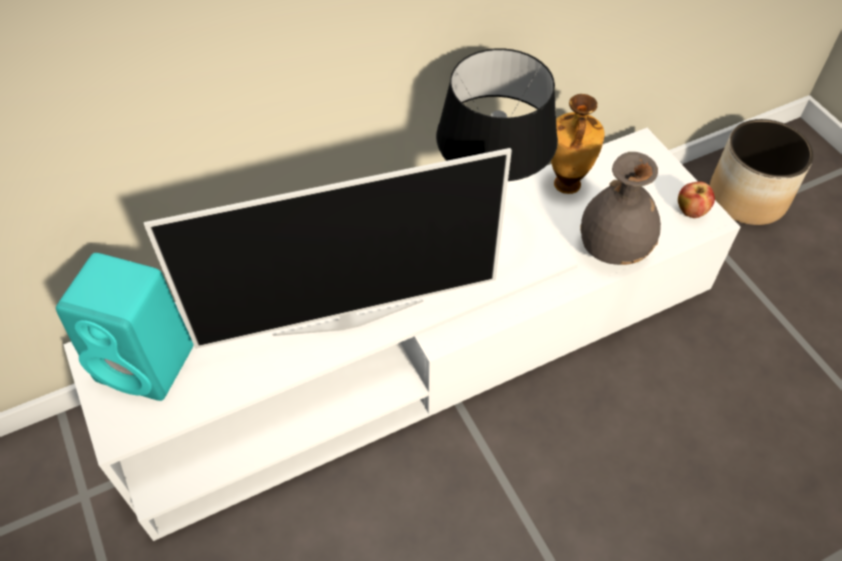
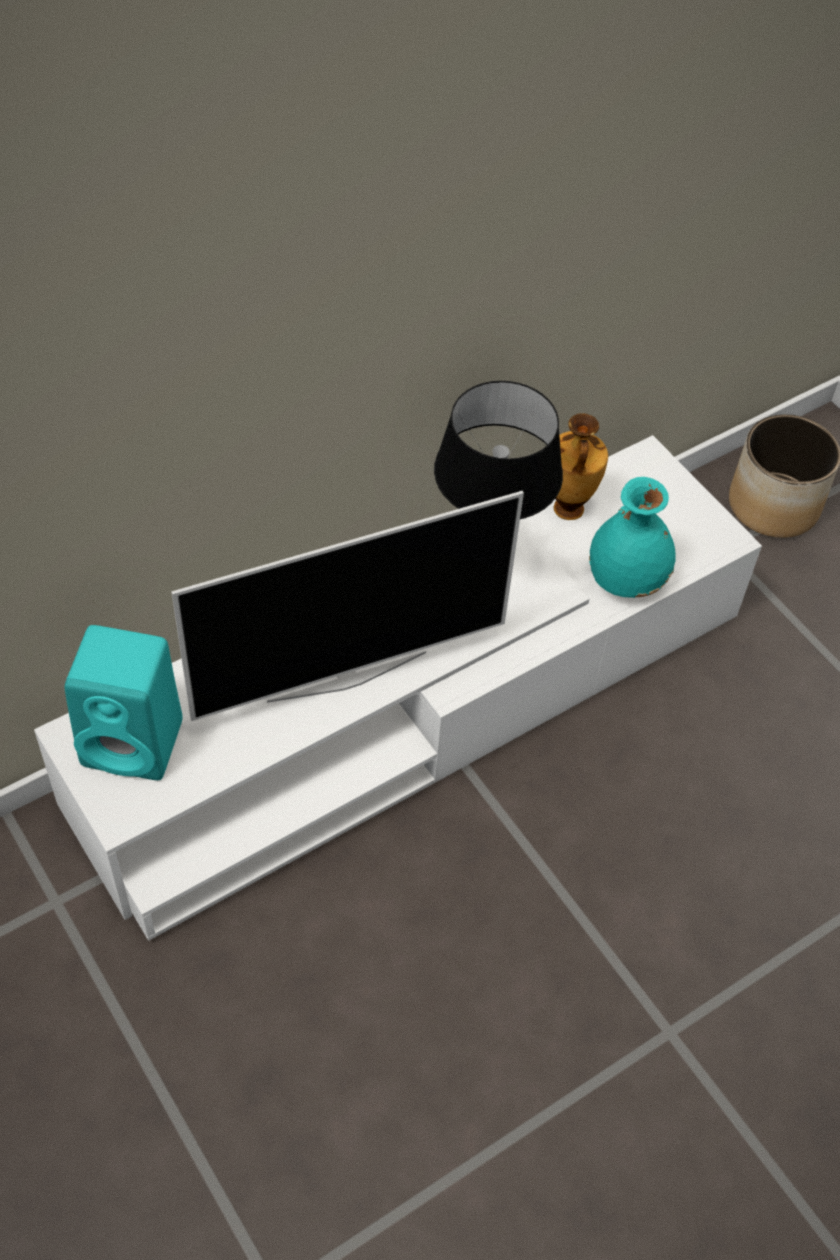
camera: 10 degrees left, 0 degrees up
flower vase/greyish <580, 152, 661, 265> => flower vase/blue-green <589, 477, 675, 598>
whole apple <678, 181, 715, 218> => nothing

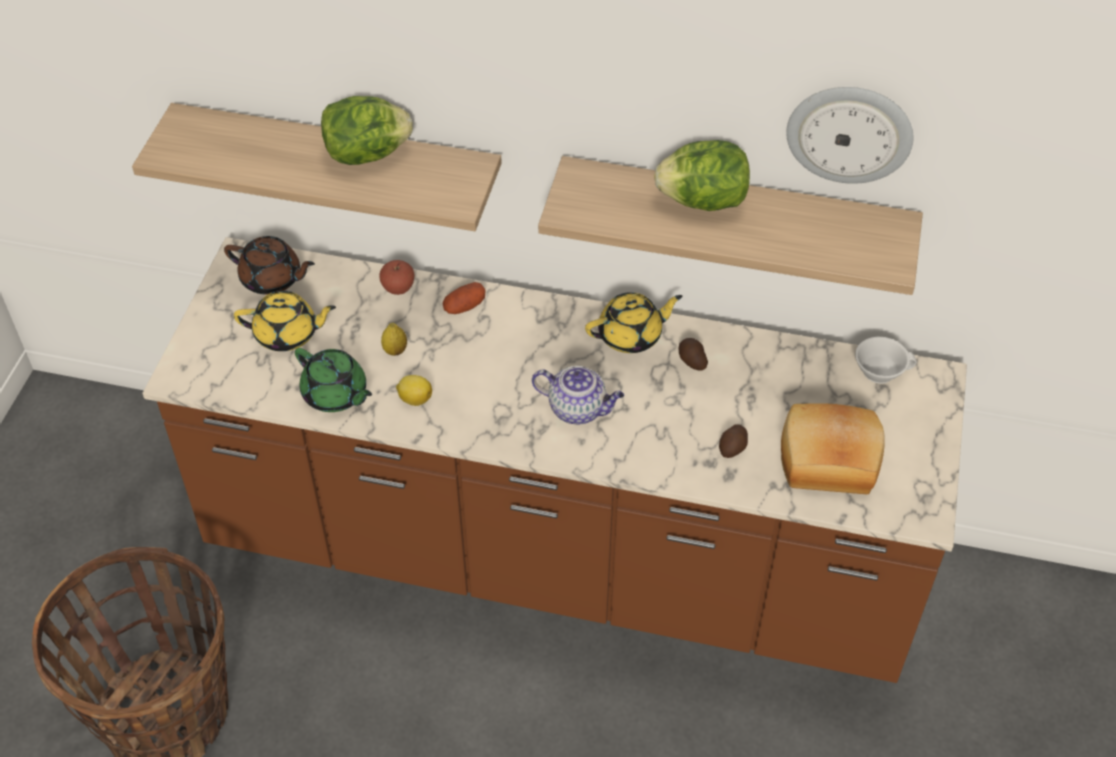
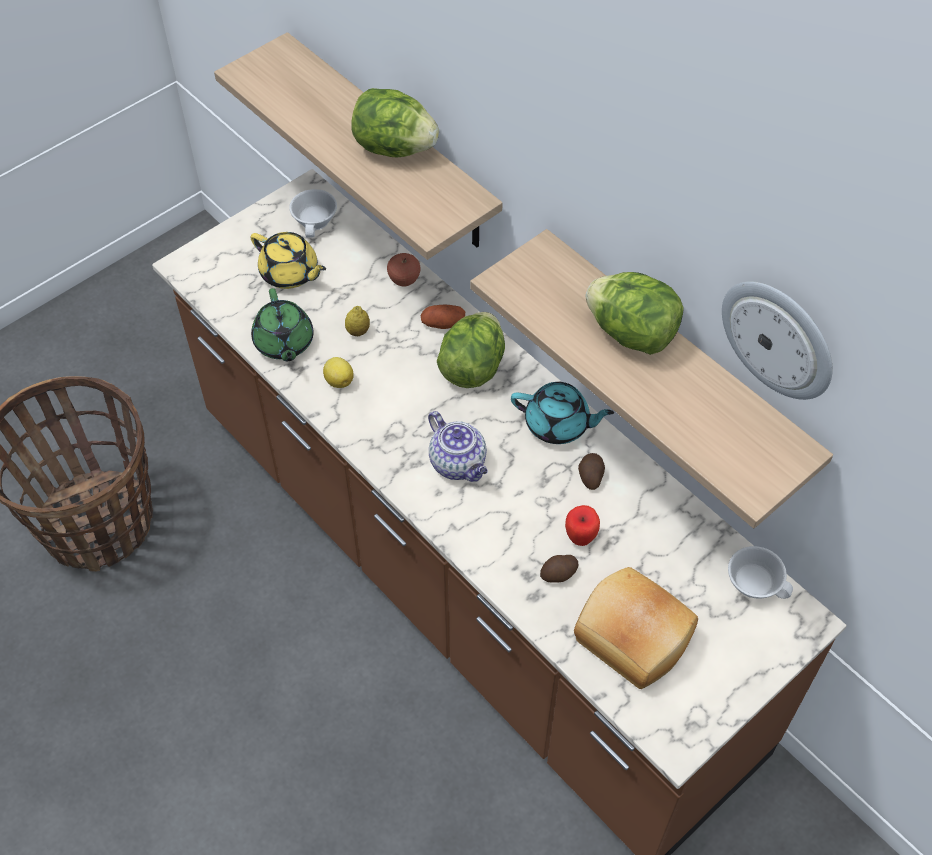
camera: 35 degrees right, 5 degrees up
pot for tea/brown <224, 236, 315, 295> => cup/white <289, 189, 337, 238>
pot for tea/yellow-coloured <585, 292, 683, 353> => pot for tea/blue-green <511, 382, 614, 444>
nothing => lettuce <437, 312, 505, 388>
nothing => whole apple <565, 505, 600, 546>

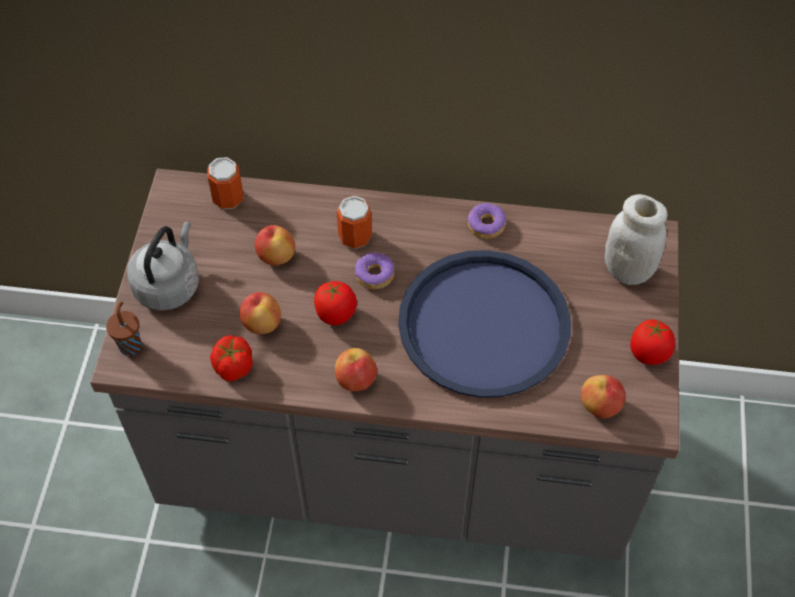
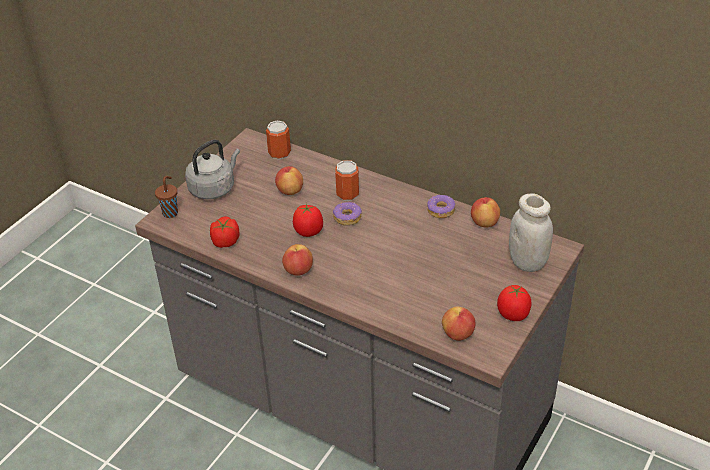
camera: 25 degrees right, 15 degrees down
carrying tray/blue-coloured <398, 250, 571, 398> => nothing
whole apple <239, 292, 281, 334> => whole apple <471, 197, 500, 228>, relocated

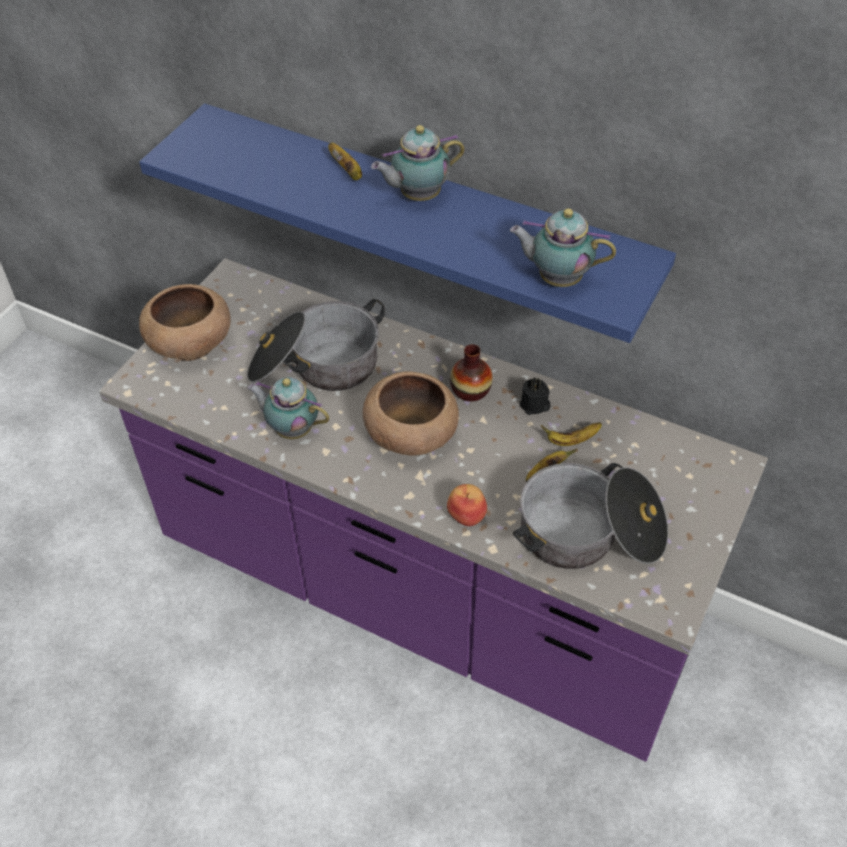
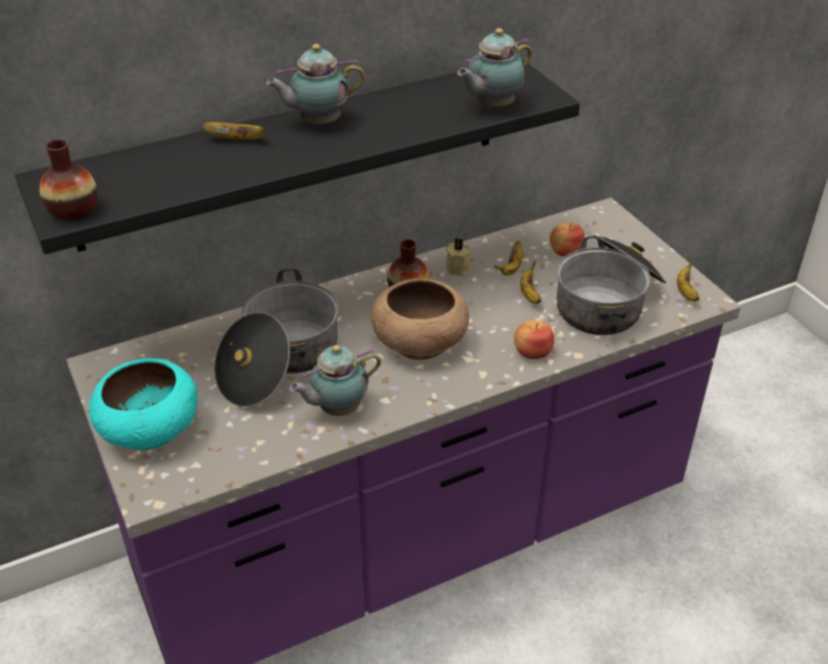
camera: 55 degrees left, 10 degrees down
shelf/blue-coloured <139, 103, 676, 343> => shelf/black-coloured <15, 58, 580, 254>
pot for tea <371, 125, 465, 201> => pot for tea <266, 44, 365, 124>, 60 degrees clockwise
serving bowl/brown <139, 284, 230, 361> => serving bowl/blue-green <89, 358, 198, 450>
candle/black-coloured <520, 377, 551, 415> => candle/sand-coloured <446, 237, 472, 276>
nothing => flower vase <39, 139, 97, 221>
nothing => whole apple <550, 222, 585, 257>
nothing => whole banana <677, 259, 700, 302>

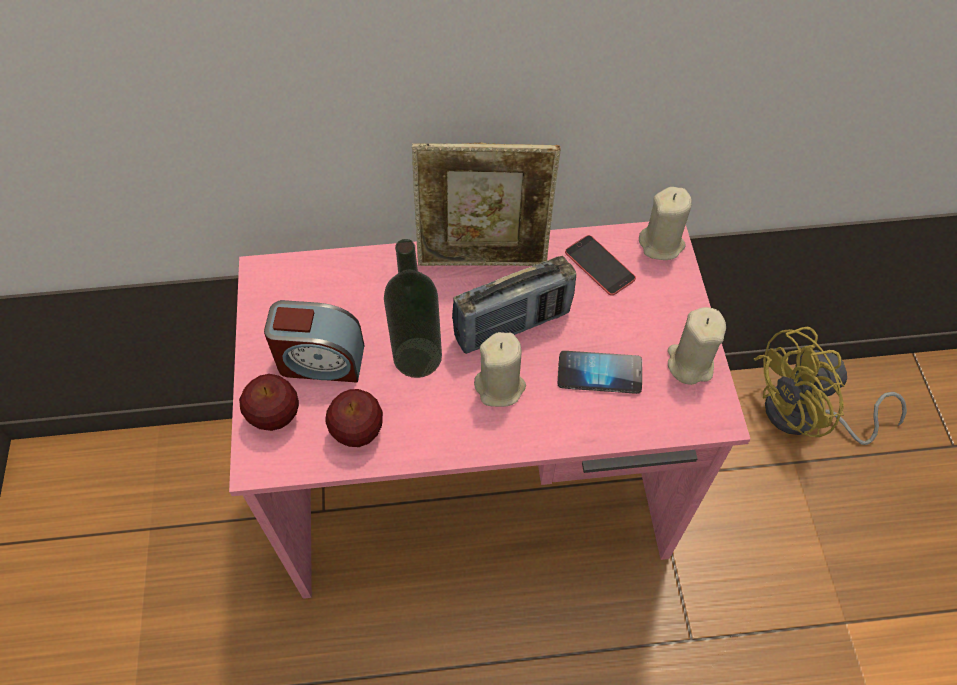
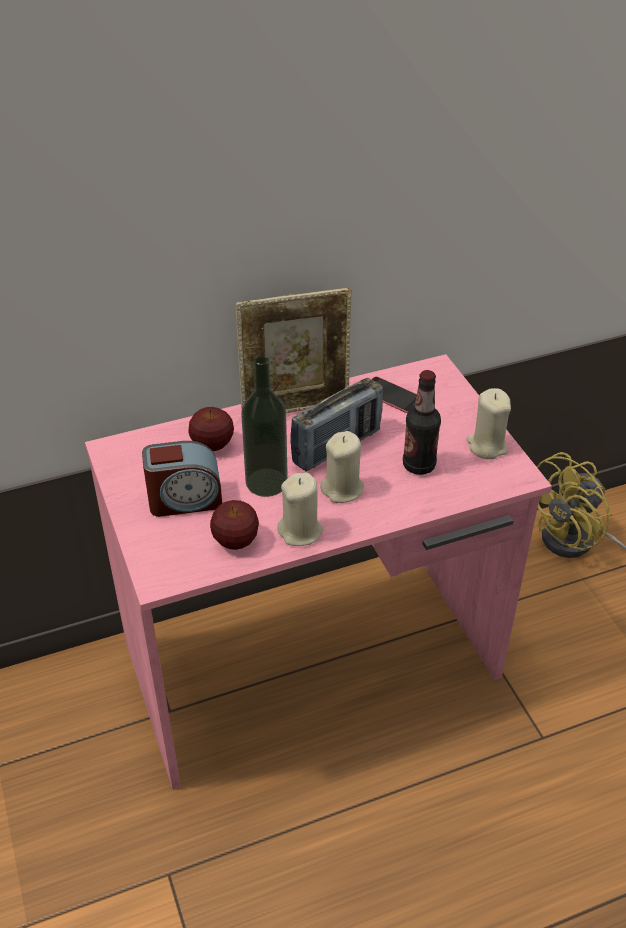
camera: 15 degrees left, 15 degrees down
candle/sand-coloured <639, 187, 692, 260> => candle/sand-coloured <277, 473, 324, 546>, relocated
telephone <558, 351, 642, 394> => beverage bottle <403, 370, 441, 475>
whole apple <239, 374, 299, 431> => whole apple <188, 407, 234, 451>, relocated

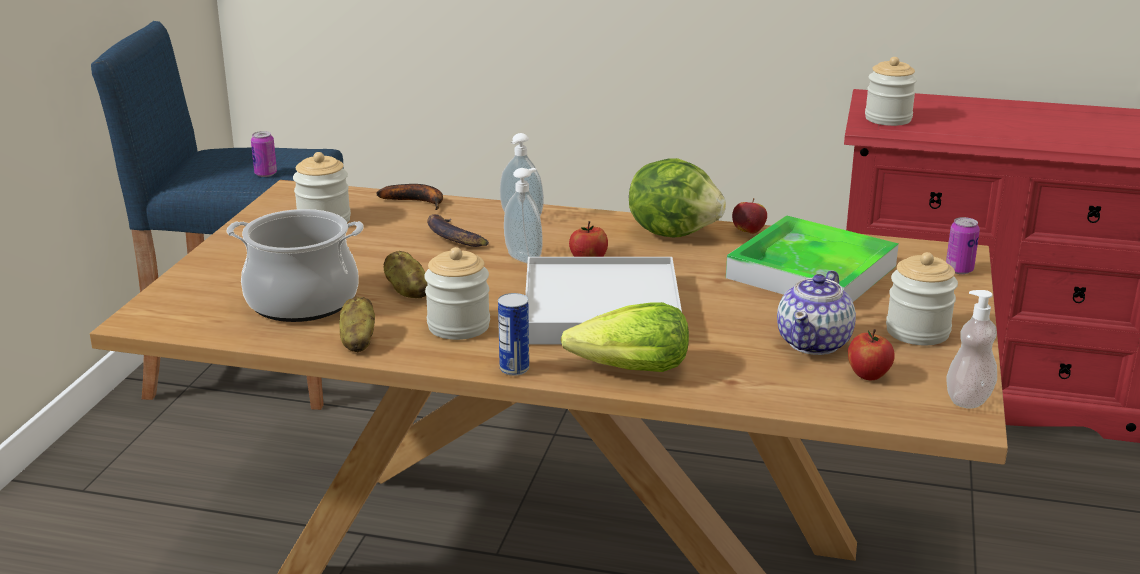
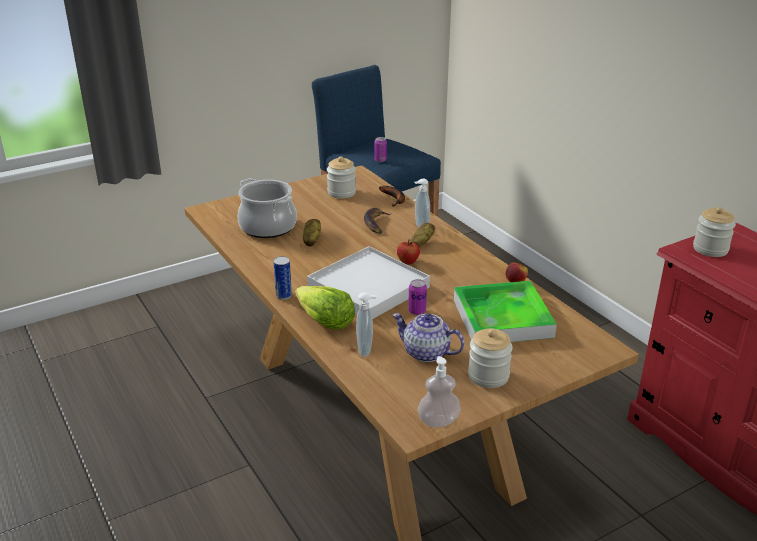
camera: 45 degrees right, 5 degrees up
lettuce <629, 158, 726, 237> => nothing
liquid soap bottle <504, 168, 543, 263> => liquid soap bottle <356, 292, 377, 357>, relocated
metal can <946, 217, 980, 274> => metal can <408, 279, 427, 315>, relocated
storage jar <424, 247, 490, 340> => nothing
pot for tea <777, 270, 856, 355> => pot for tea <392, 313, 465, 362>, 45 degrees clockwise
whole potato <339, 297, 375, 352> => whole potato <410, 223, 435, 247>, relocated
whole apple <848, 329, 895, 380> => nothing

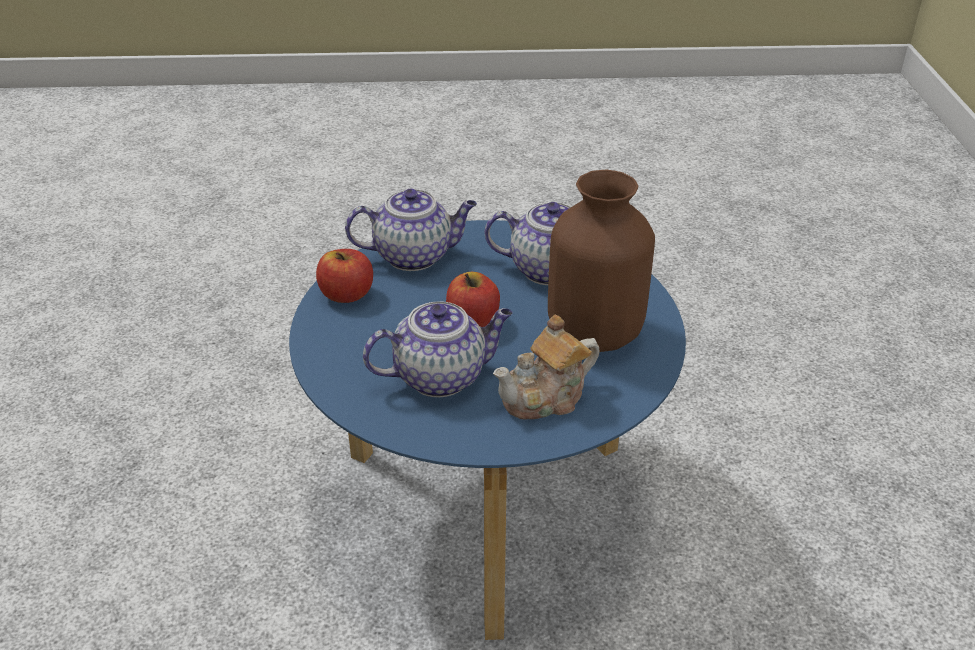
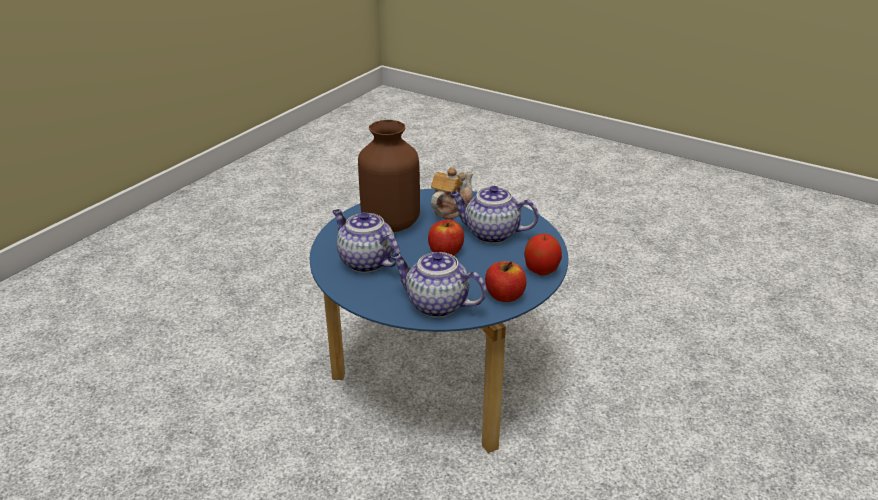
camera: 145 degrees left, 5 degrees down
pot for tea <493, 314, 600, 419> => pot for tea <431, 167, 473, 219>, 60 degrees counterclockwise
nothing => whole apple <524, 234, 562, 276>

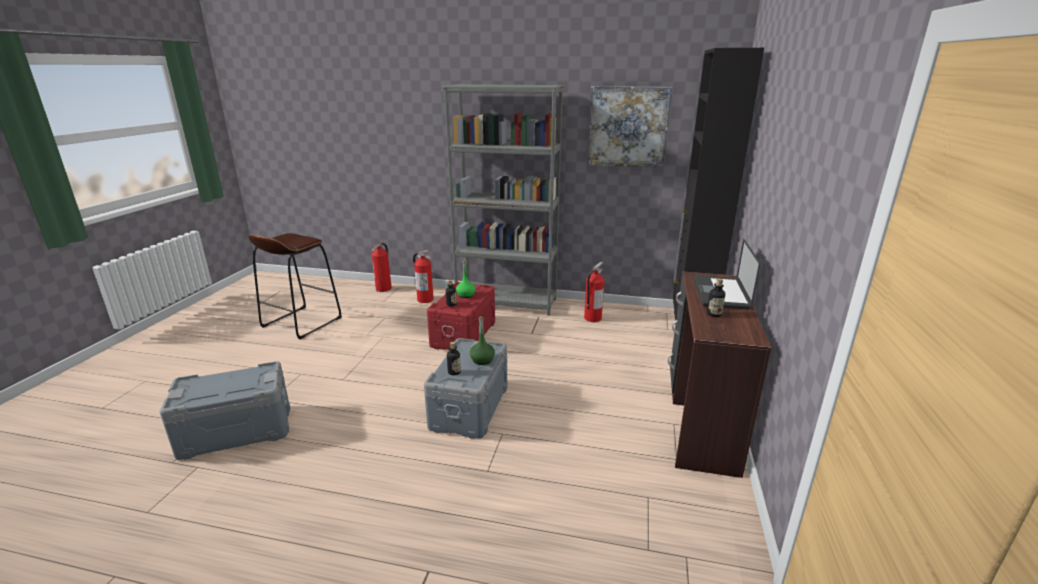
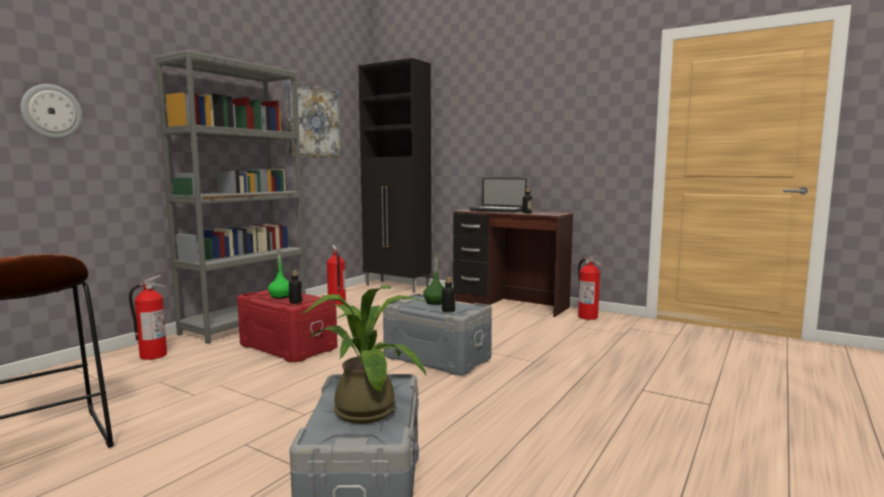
camera: 70 degrees left, 15 degrees down
extinguisher <371, 242, 392, 292> => extinguisher <578, 255, 601, 320>, relocated
nothing => clock on the wall <21, 84, 82, 139>
nothing => potted plant <302, 285, 426, 424>

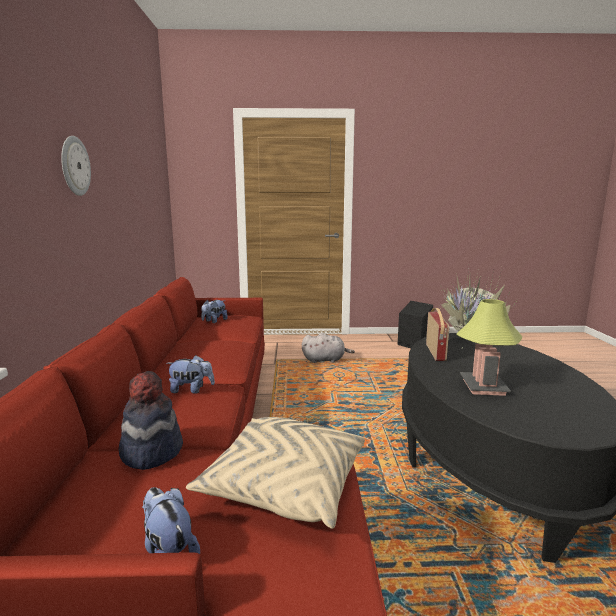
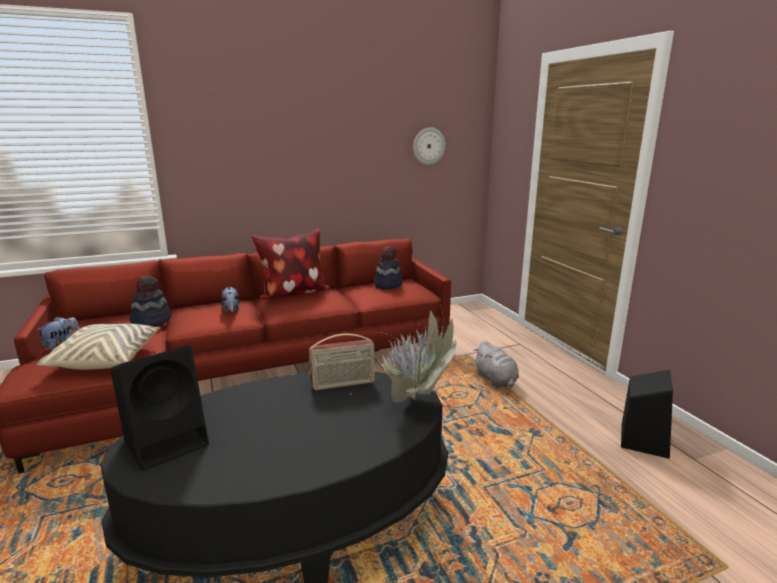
camera: 70 degrees right, 5 degrees up
clock on the wall <61, 136, 91, 196> => clock on the wall <413, 127, 446, 165>, relocated
table lamp <456, 299, 522, 396> => nothing
cuddly toy <201, 300, 228, 323> => clothing hat <374, 246, 403, 289>
nothing => pillow <251, 229, 330, 299>
nothing => loudspeaker/black-coloured <110, 345, 209, 471>

